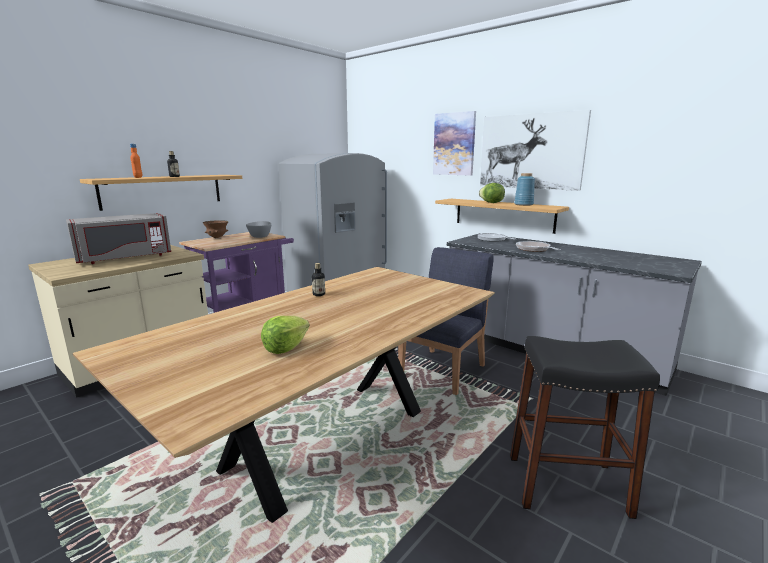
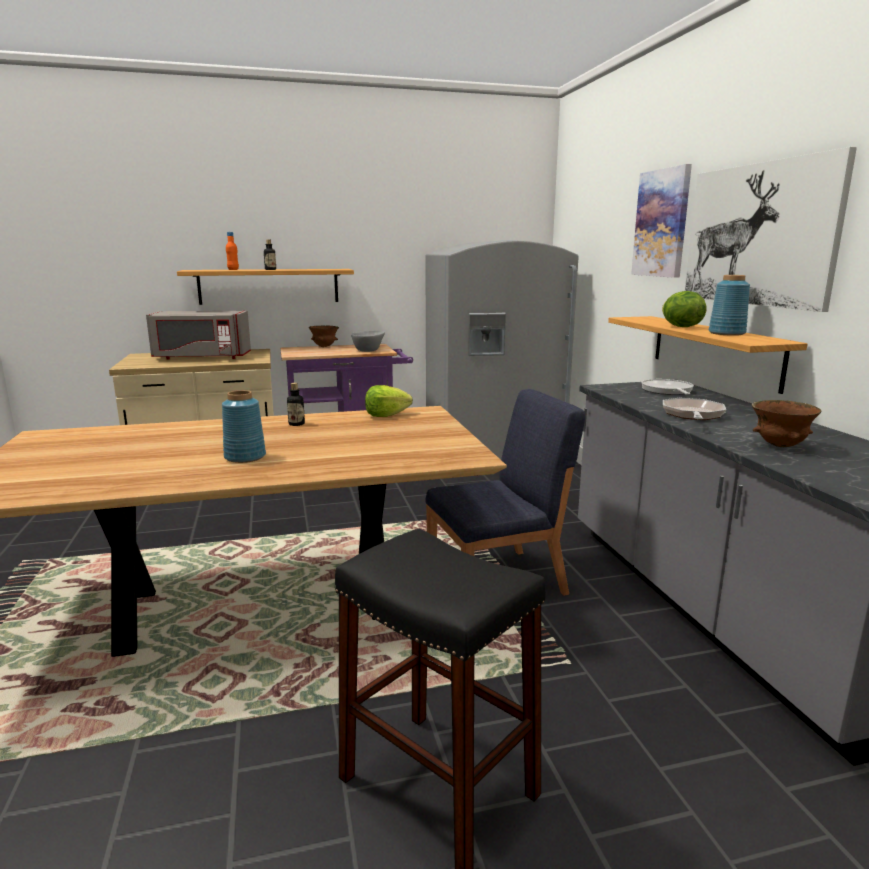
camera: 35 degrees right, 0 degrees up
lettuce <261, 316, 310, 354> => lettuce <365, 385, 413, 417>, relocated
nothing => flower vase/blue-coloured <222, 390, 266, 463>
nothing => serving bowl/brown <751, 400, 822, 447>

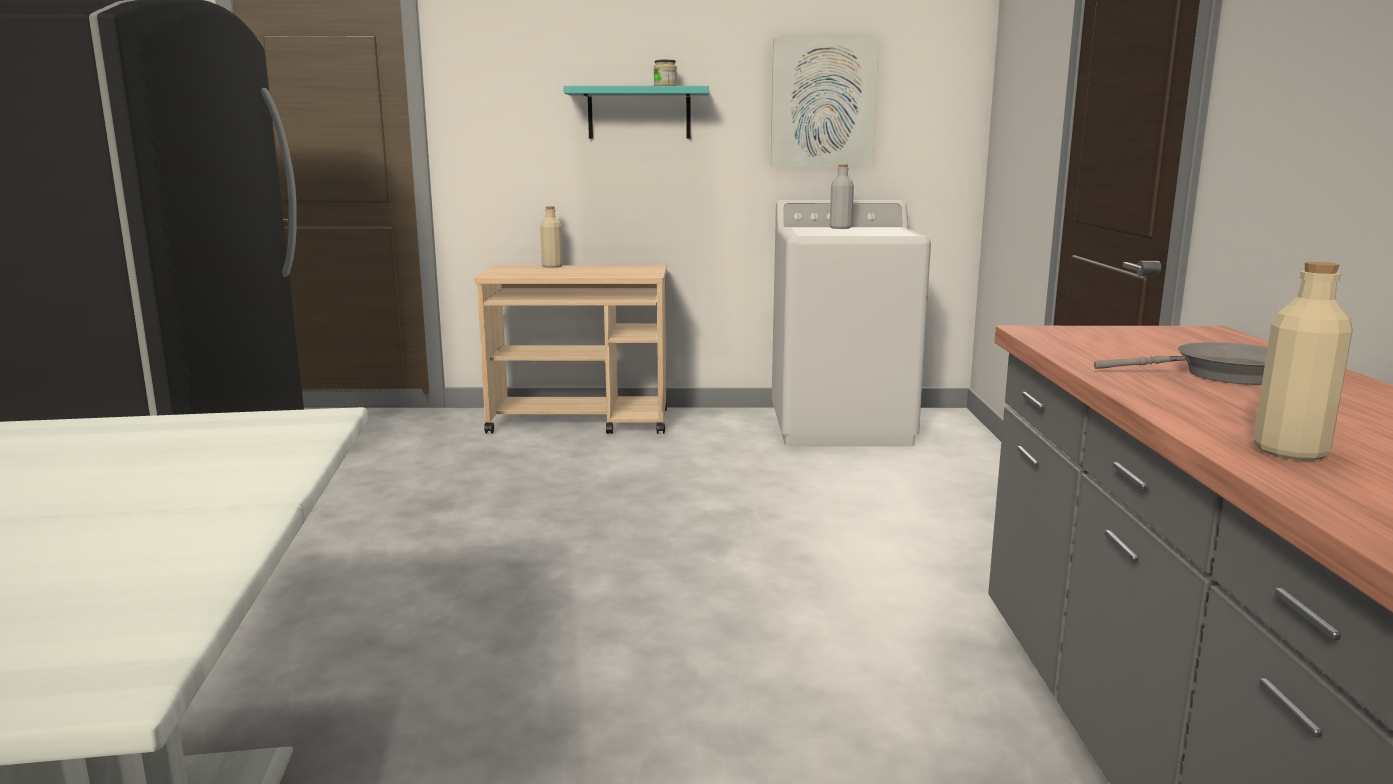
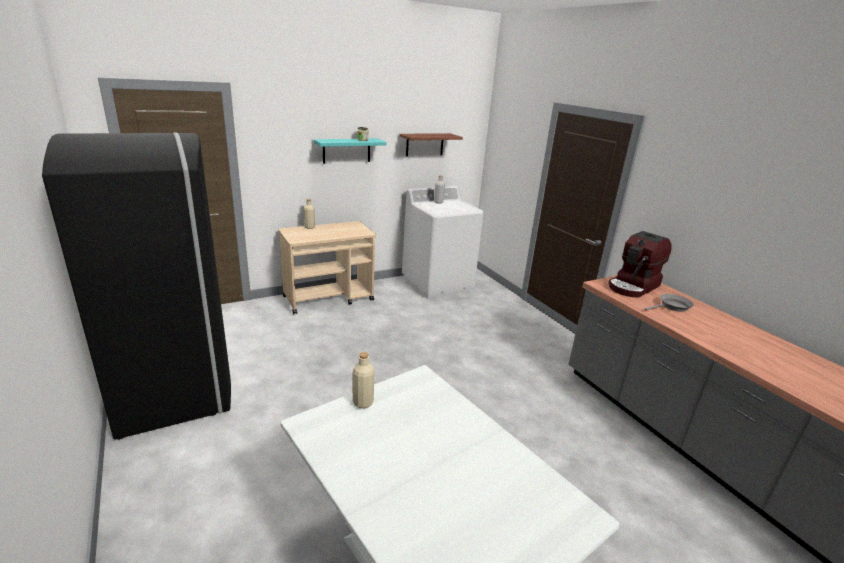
camera: 30 degrees left, 10 degrees up
wall art <771, 38, 879, 167> => shelf <400, 133, 463, 156>
beverage bottle/sand-coloured <1253, 262, 1353, 461> => beverage bottle/sand-coloured <353, 352, 374, 408>, relocated
nothing => coffee maker <608, 231, 671, 297>

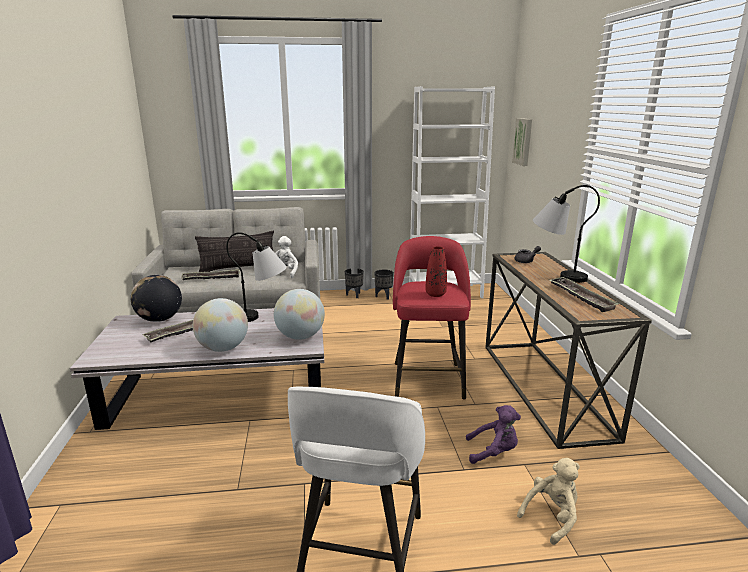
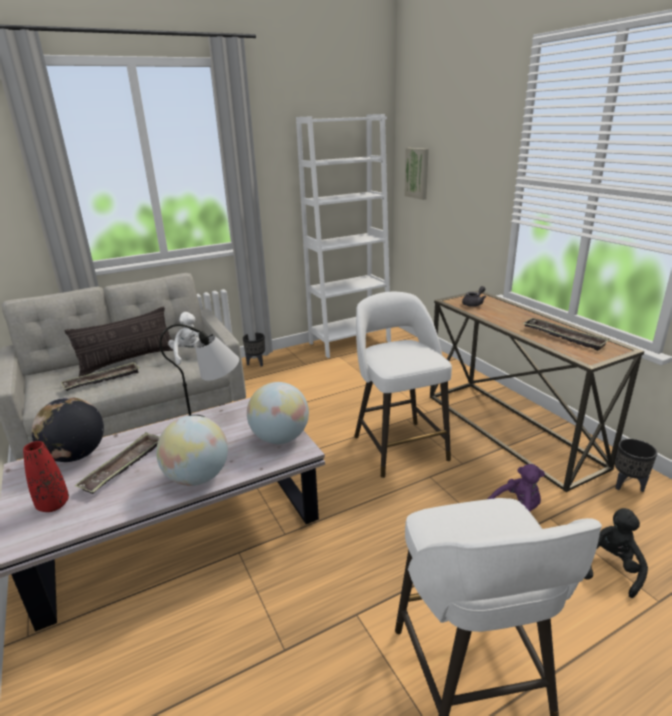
camera: 20 degrees left, 5 degrees up
table lamp <533, 185, 600, 283> => nothing
stool seat/red-coloured <393, 236, 471, 400> => stool seat/white <354, 292, 452, 478>
flower vase/red-coloured <426, 246, 447, 297> => flower vase/red-coloured <23, 441, 69, 512>, relocated
flower pot/black-coloured <374, 270, 394, 300> => flower pot/black-coloured <615, 439, 657, 492>, relocated
cuddly toy/sand-coloured <517, 458, 580, 545> => cuddly toy/black-coloured <585, 508, 648, 598>

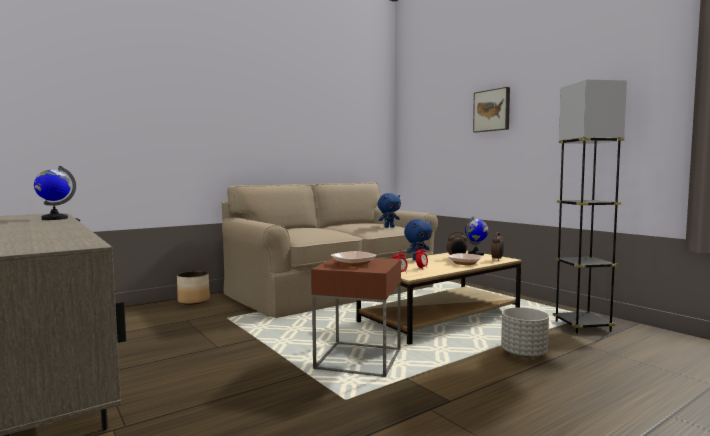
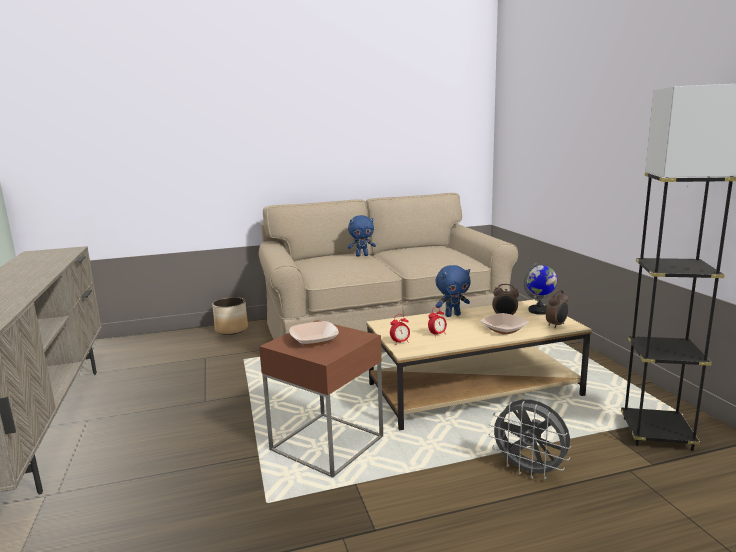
camera: 20 degrees right, 10 degrees up
wall art <473, 87, 510, 132> => nothing
world globe <34, 166, 76, 220> => nothing
cuddly toy/blue-coloured <378, 193, 401, 228> => cuddly toy/blue-coloured <348, 215, 376, 257>, relocated
flower pot/greyish <501, 307, 549, 358> => electric fan/greyish <488, 399, 571, 480>

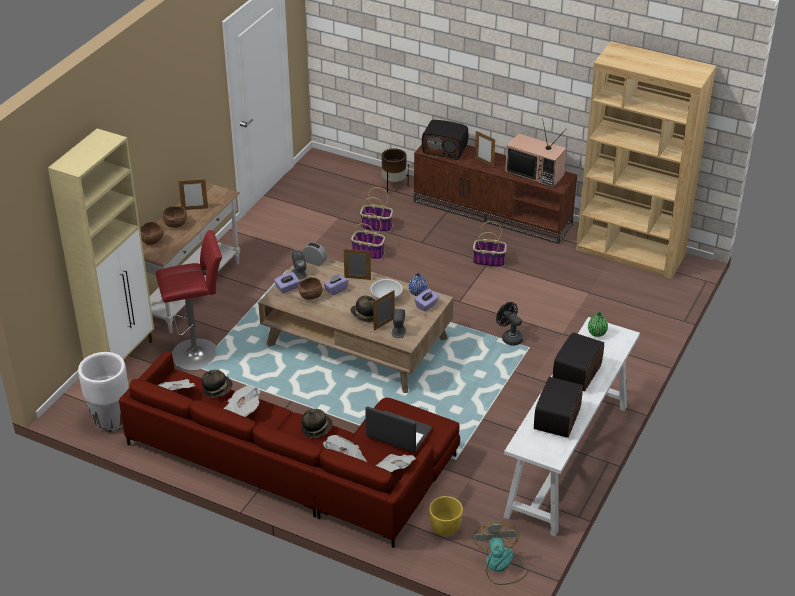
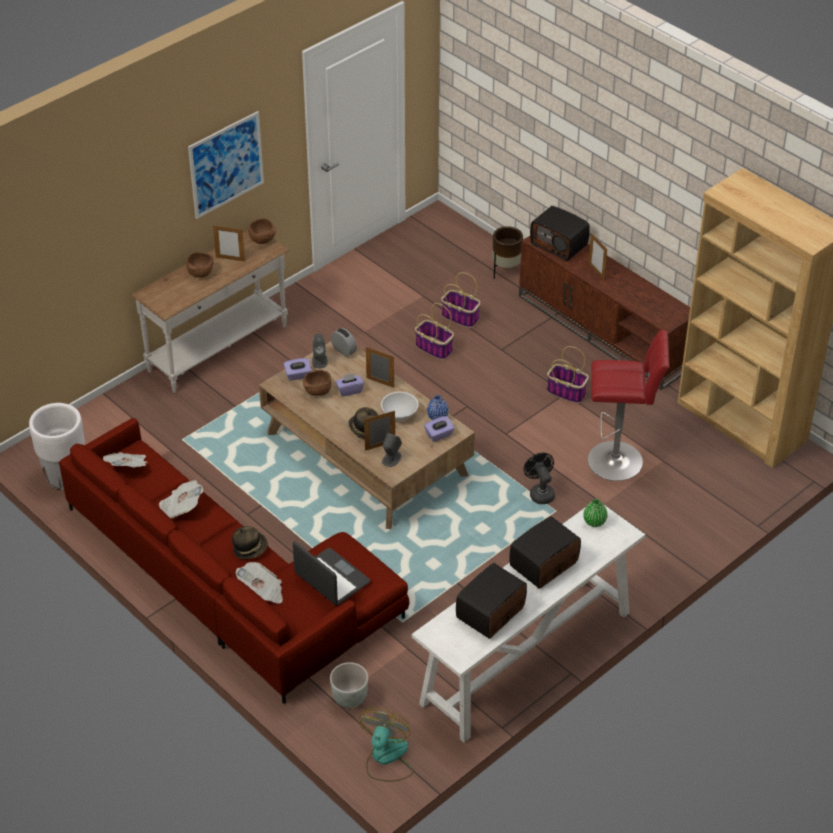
camera: 20 degrees right, 5 degrees up
TV <505, 118, 567, 187> => nothing
cabinet/sand-coloured <48, 129, 154, 360> => nothing
serving bowl/brown <140, 222, 165, 245> => serving bowl/brown <248, 218, 276, 244>, relocated
stool seat/red-coloured <156, 230, 222, 370> => stool seat/red-coloured <588, 330, 670, 481>, relocated
clothing hat <202, 370, 232, 398> => nothing
printed paper <375, 454, 416, 472> => nothing
flower pot/yellow-coloured <429, 496, 463, 536> => flower pot/greyish <330, 662, 368, 708>
nothing => wall art <188, 111, 264, 219>

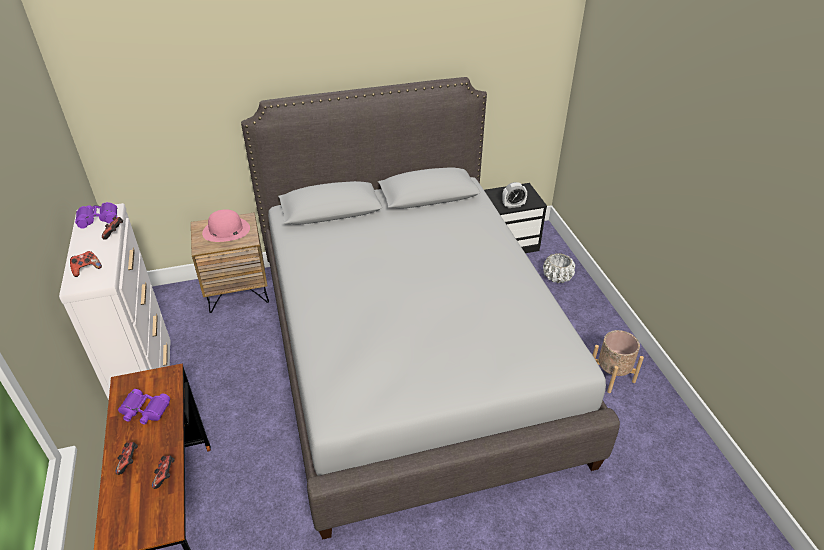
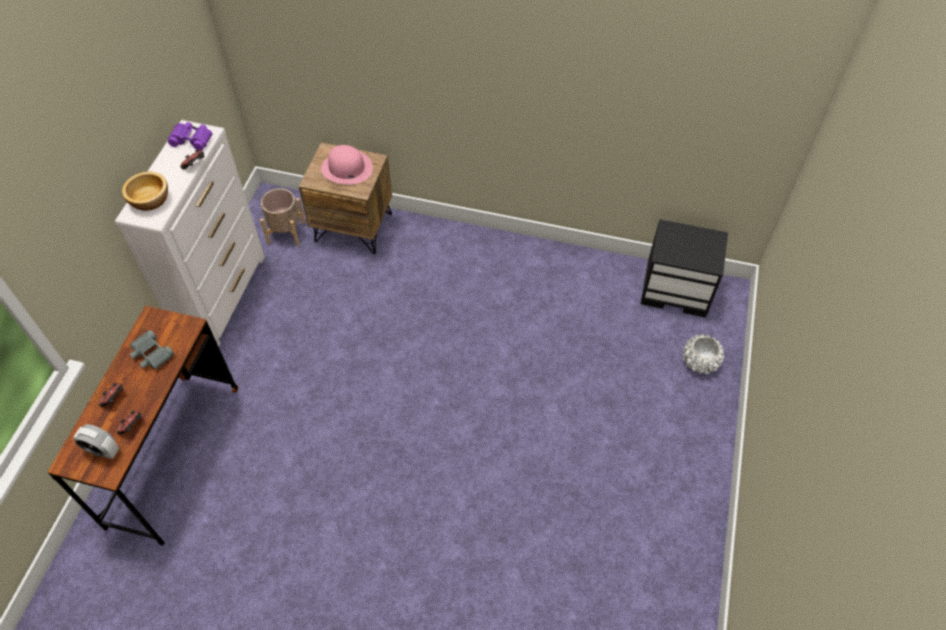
camera: 30 degrees right, 15 degrees up
bed/greyish <241, 77, 620, 540> => nothing
table clock <502, 182, 527, 208> => table clock <74, 424, 119, 459>, relocated
gamepad <70, 251, 102, 277> => serving bowl <122, 172, 168, 211>
flower pot/sand-coloured <593, 330, 644, 393> => flower pot/sand-coloured <260, 188, 306, 246>, relocated
field glasses/purple <118, 389, 170, 424> => field glasses/greyish <129, 330, 174, 370>

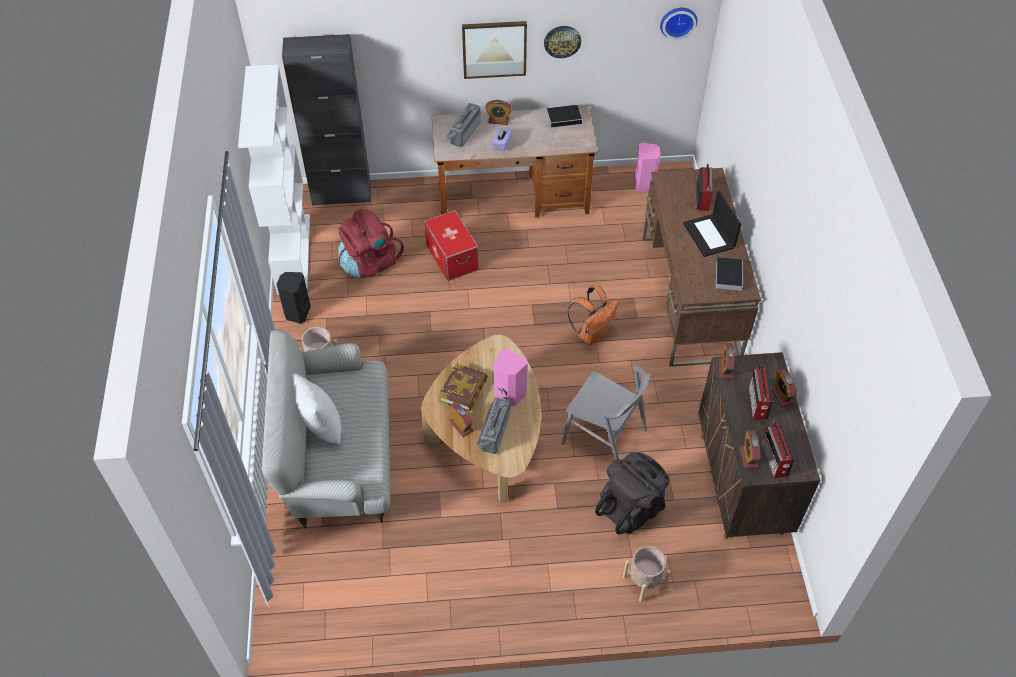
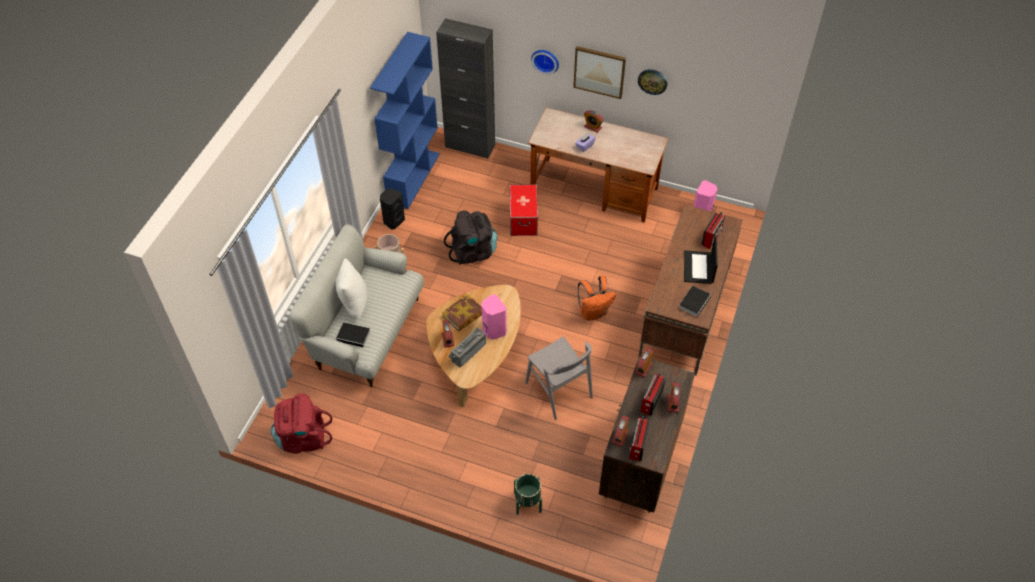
camera: 25 degrees right, 0 degrees up
clock on the wall <660, 8, 698, 40> => clock on the wall <531, 50, 559, 74>, relocated
shelving unit/white <238, 64, 310, 295> => shelving unit/blue-coloured <370, 32, 440, 209>
radio receiver <446, 103, 481, 147> => nothing
volume <547, 105, 588, 127> => volume <336, 322, 371, 348>, relocated
knapsack/red-coloured <338, 209, 404, 278> => knapsack/red-coloured <271, 394, 332, 454>, relocated
knapsack/black-coloured <595, 453, 669, 534> => knapsack/black-coloured <444, 210, 497, 265>, relocated
flower pot/sand-coloured <623, 546, 671, 602> => flower pot/green <514, 474, 542, 515>

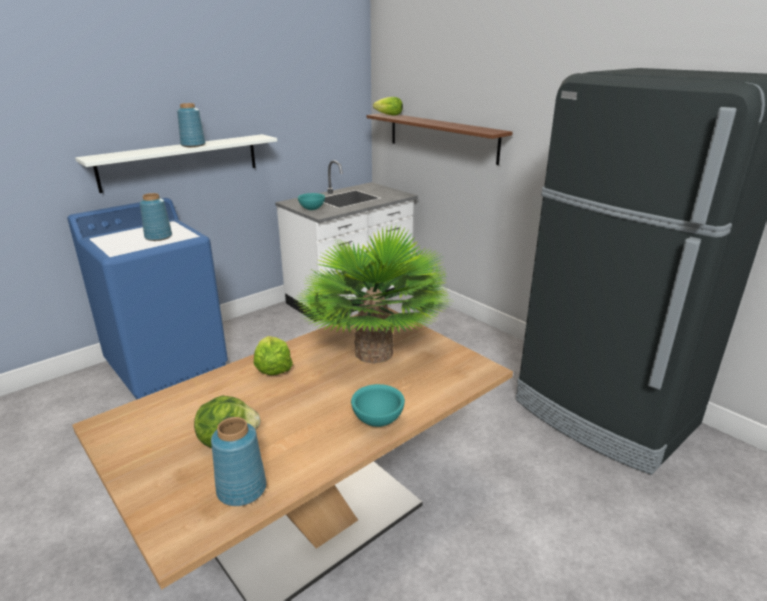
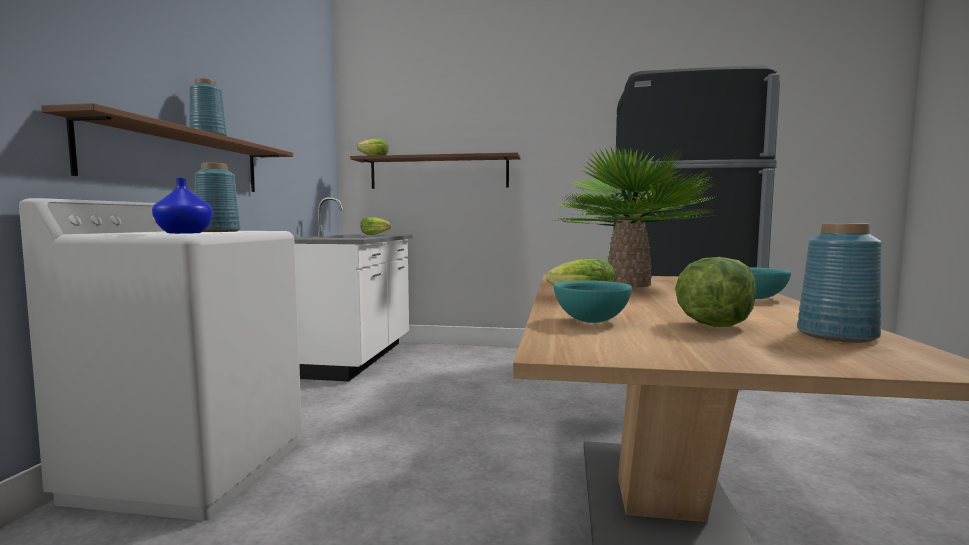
camera: 40 degrees left, 20 degrees down
shelf/white <75, 134, 277, 193> => shelf/brown <41, 103, 293, 192>
serving bowl/blue-green <298, 193, 325, 210> => serving bowl/blue-green <554, 280, 632, 323>, relocated
laundry machine/blue-coloured <67, 198, 228, 399> => laundry machine/white <19, 198, 302, 521>
nothing => flower vase/blue-coloured <152, 178, 213, 234>
nothing => lettuce <360, 217, 392, 235>

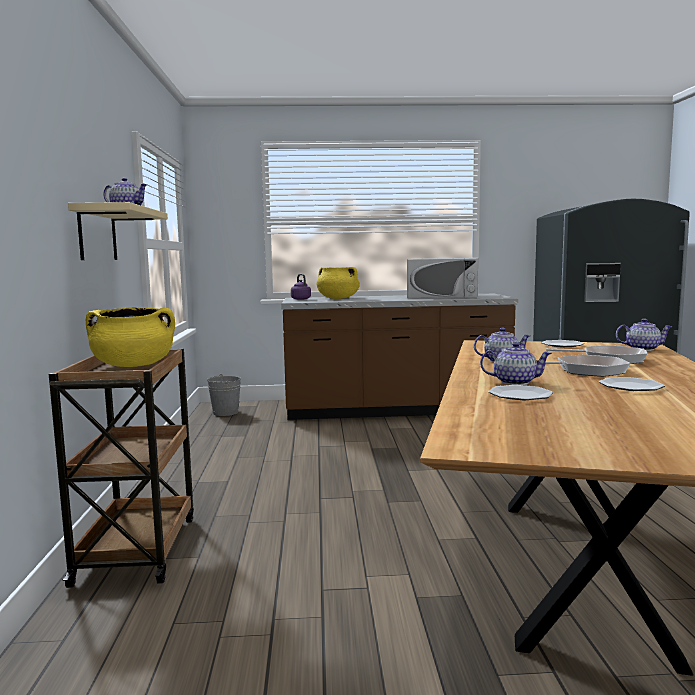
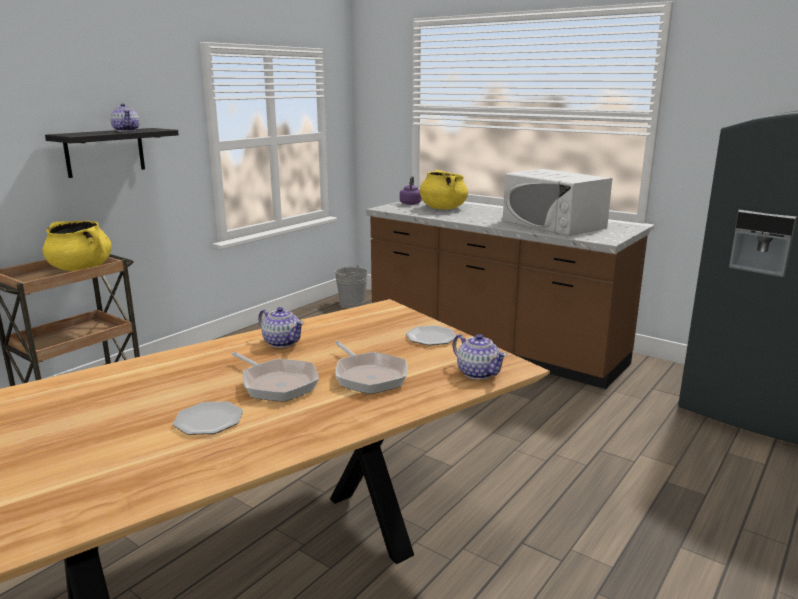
camera: 40 degrees right, 10 degrees up
shelf/sand-coloured <68, 202, 168, 260> => shelf/black-coloured <45, 128, 179, 178>
pot for tea <480, 342, 552, 385> => nothing
plate <488, 385, 553, 400> => nothing

